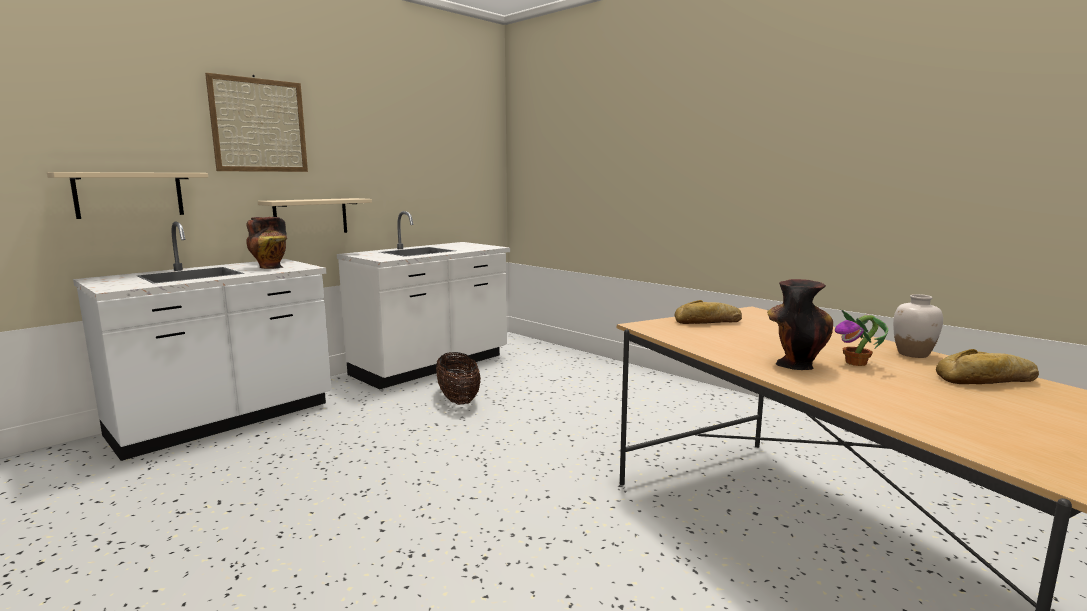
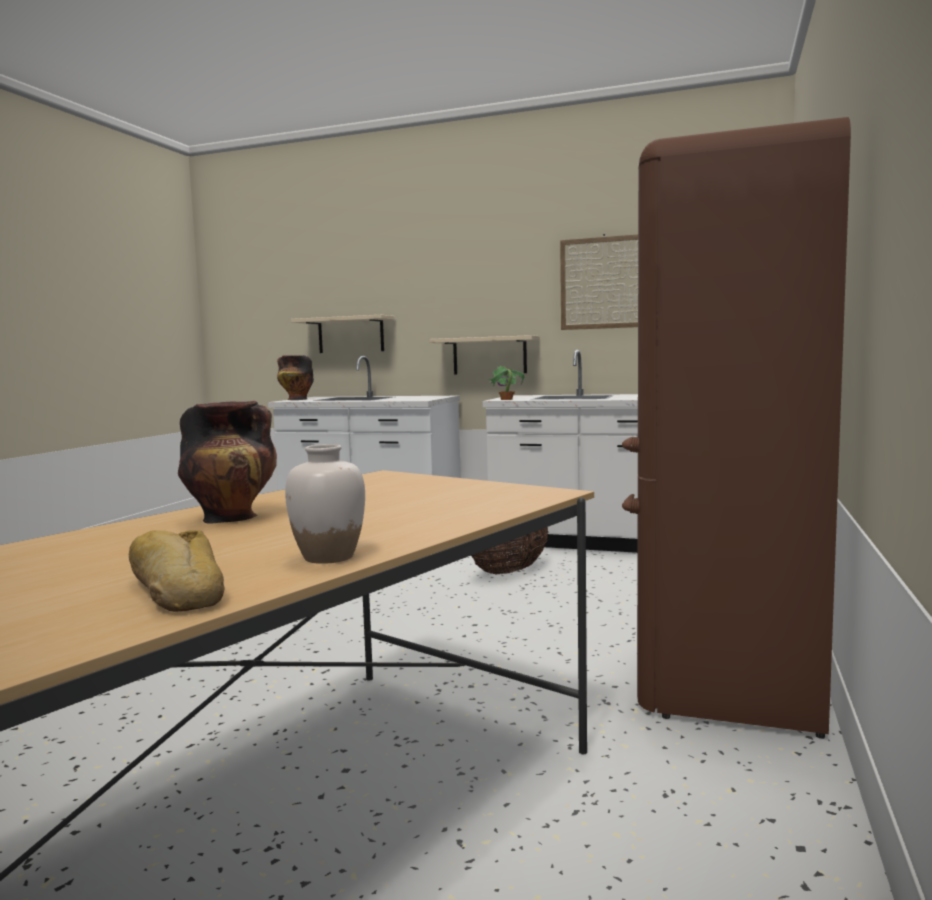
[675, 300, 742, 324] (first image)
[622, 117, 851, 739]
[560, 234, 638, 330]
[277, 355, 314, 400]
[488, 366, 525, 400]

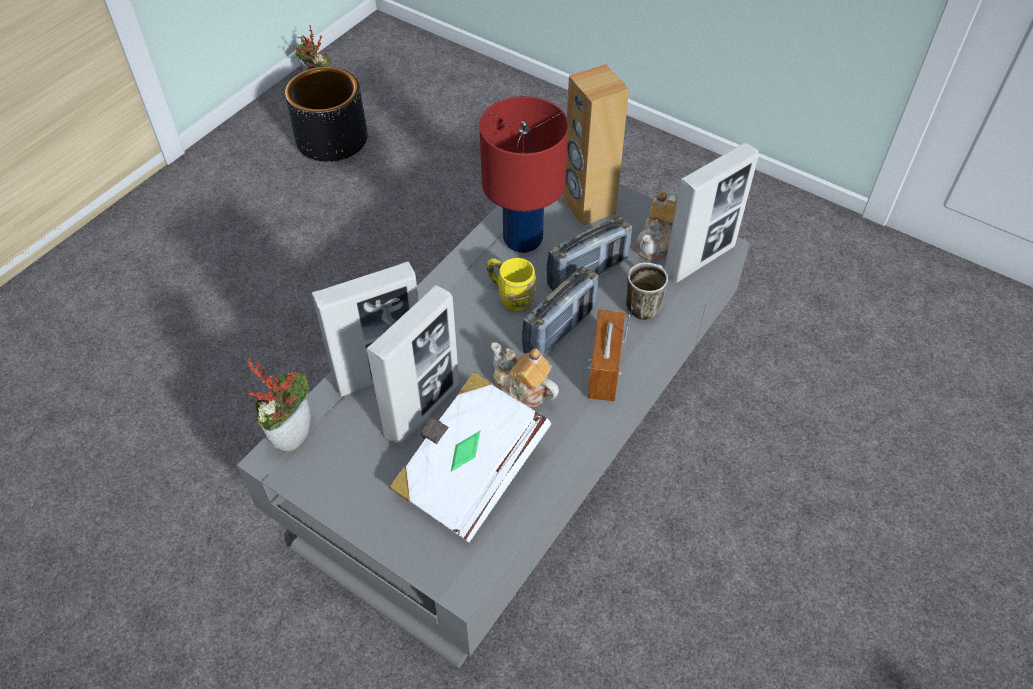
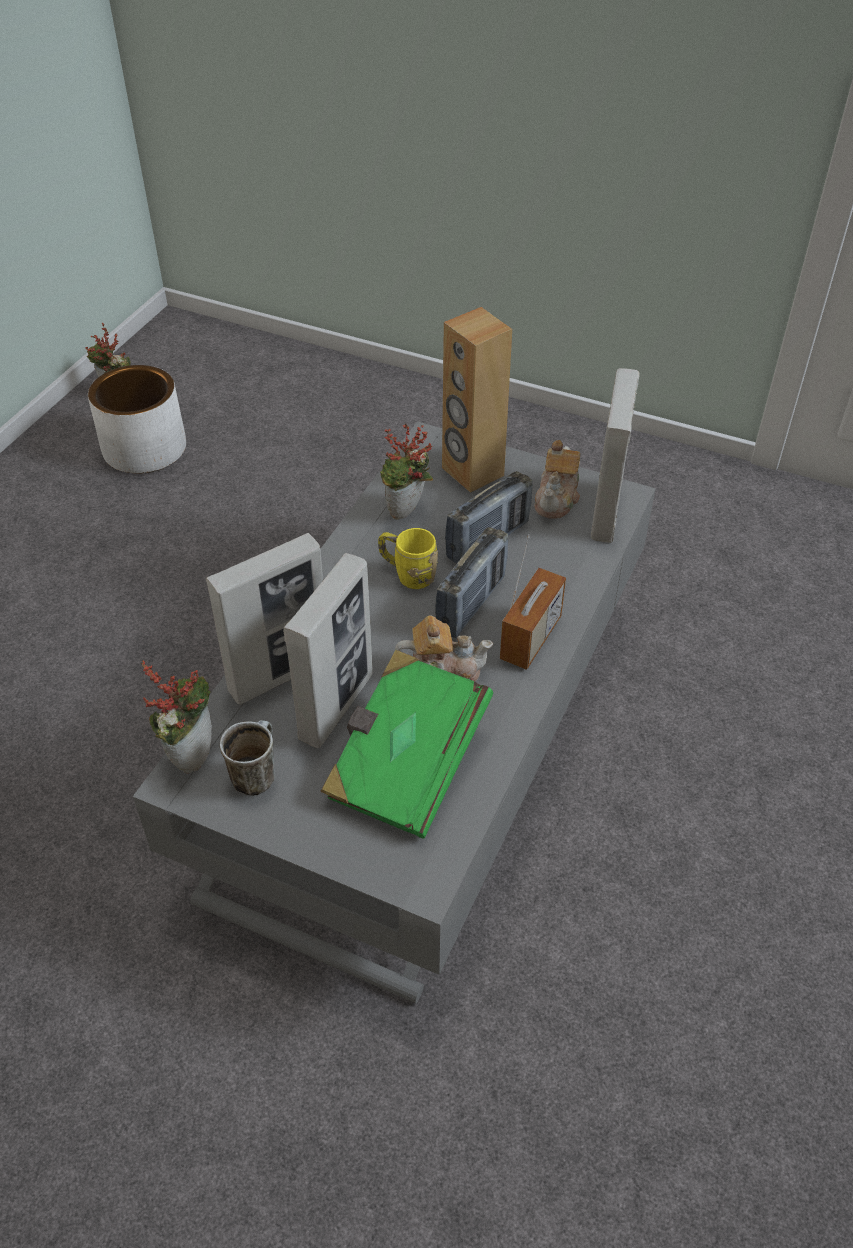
[220, 720, 276, 796]
[380, 423, 433, 520]
[88, 365, 186, 474]
[320, 650, 493, 839]
[395, 616, 493, 681]
[500, 535, 566, 670]
[591, 368, 640, 543]

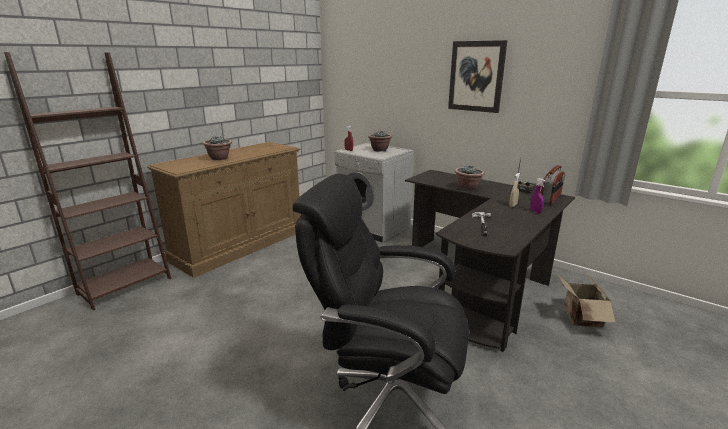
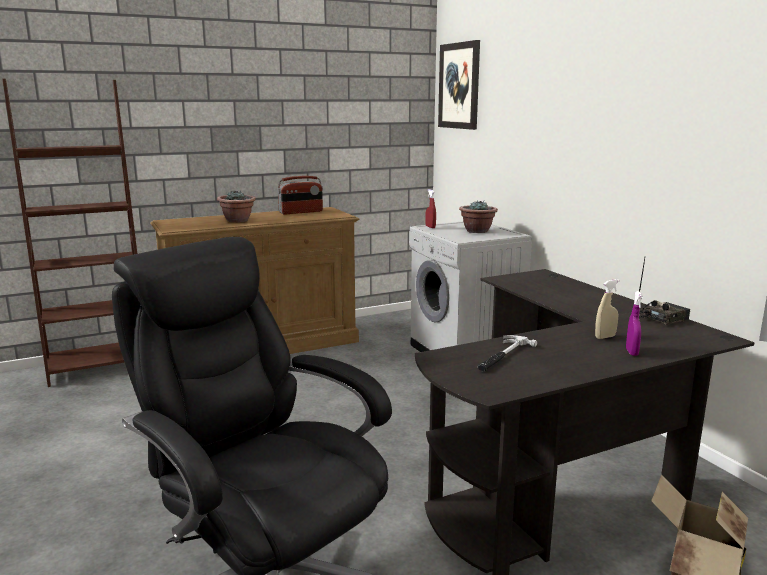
[455, 165, 485, 191] (first image)
[438, 40, 480, 130]
[277, 176, 323, 215]

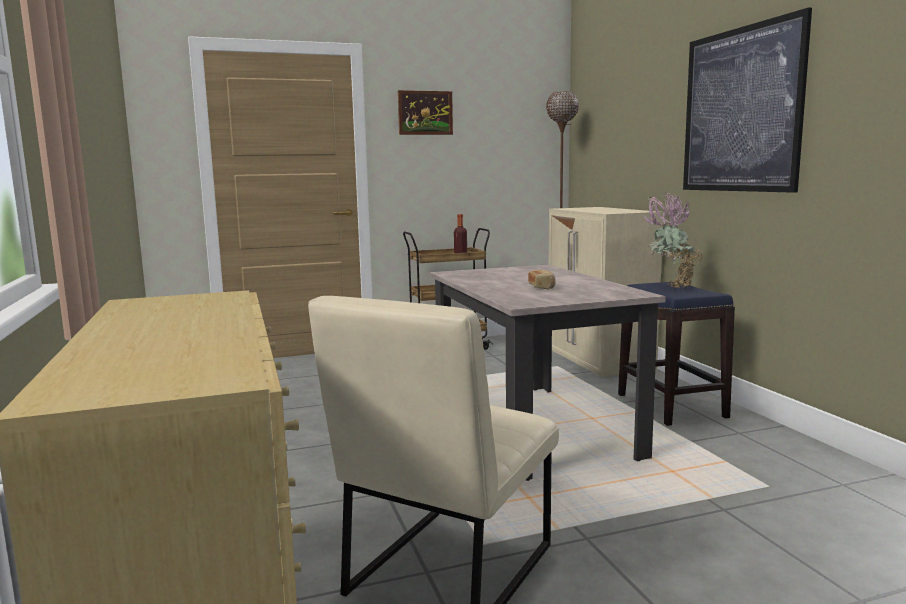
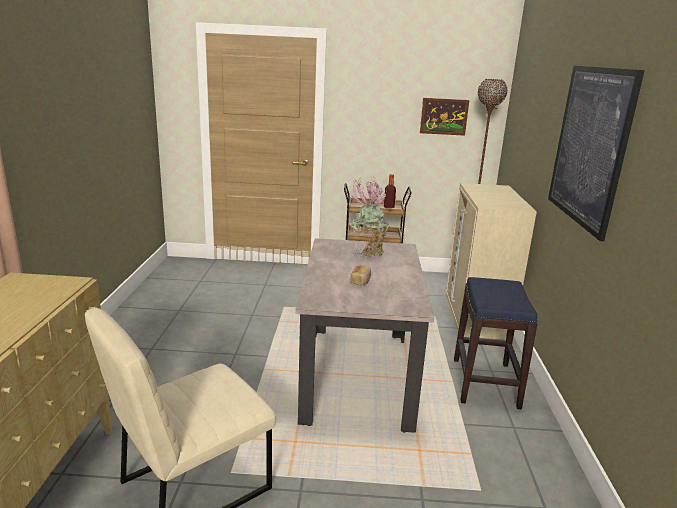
[420, 98, 469, 136]
[349, 177, 390, 258]

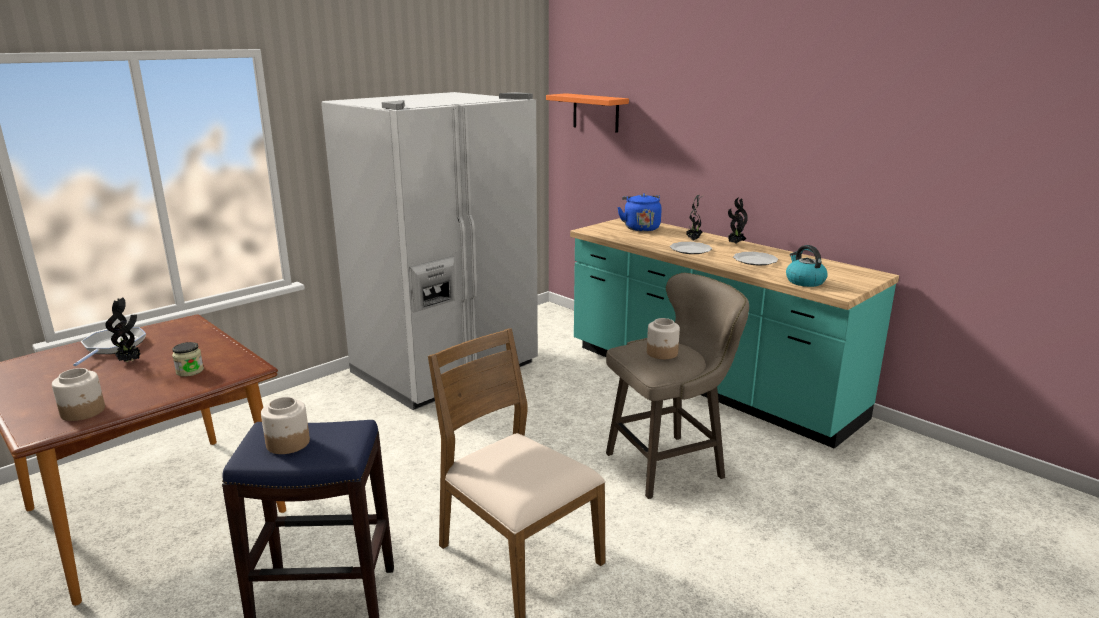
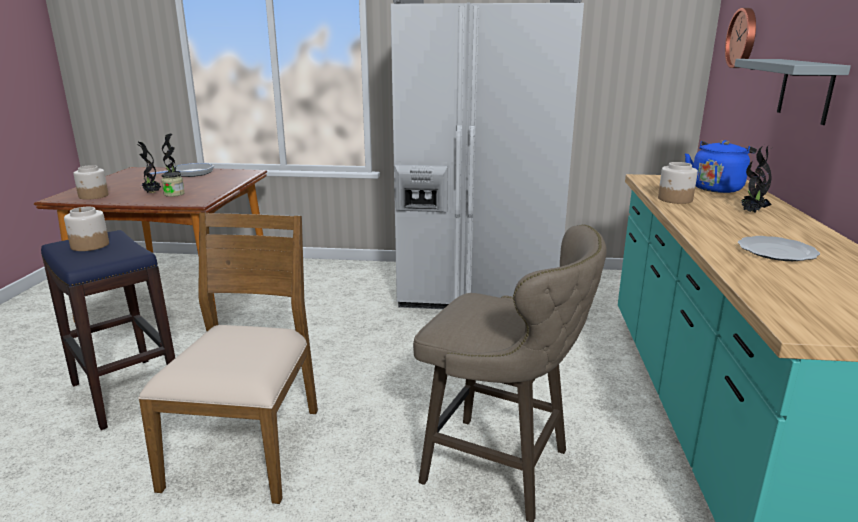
[670, 242, 712, 254] (first image)
[786, 245, 828, 287] (first image)
[734, 59, 851, 125]
[658, 162, 698, 204]
[137, 142, 161, 193]
[725, 8, 756, 68]

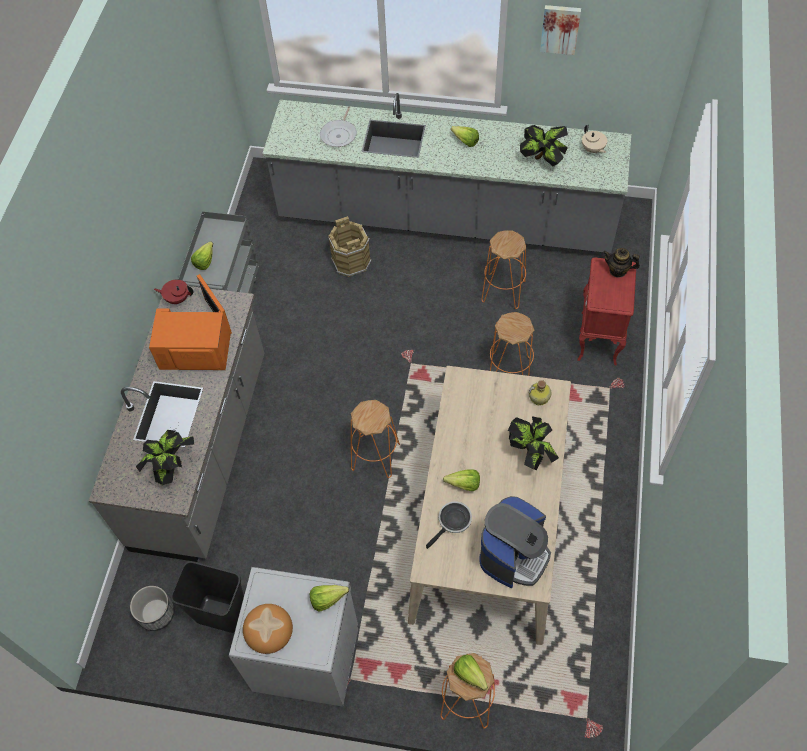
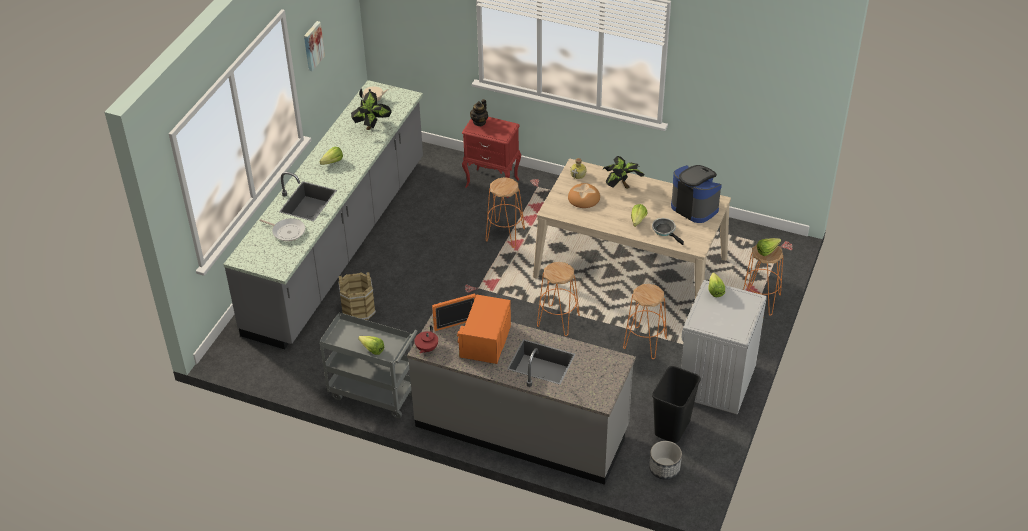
[136, 430, 194, 485] (first image)
[568, 183, 600, 208]
[623, 284, 667, 359]

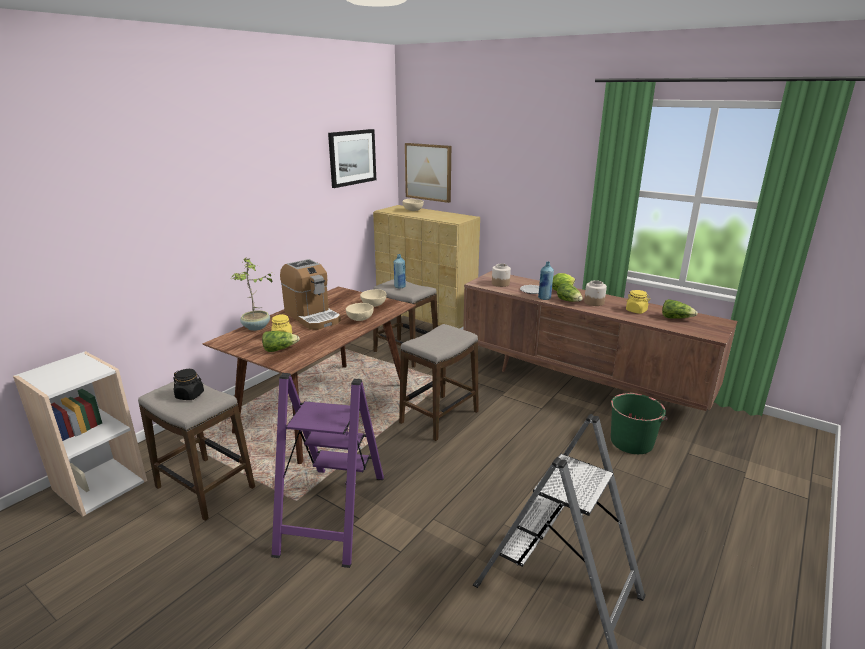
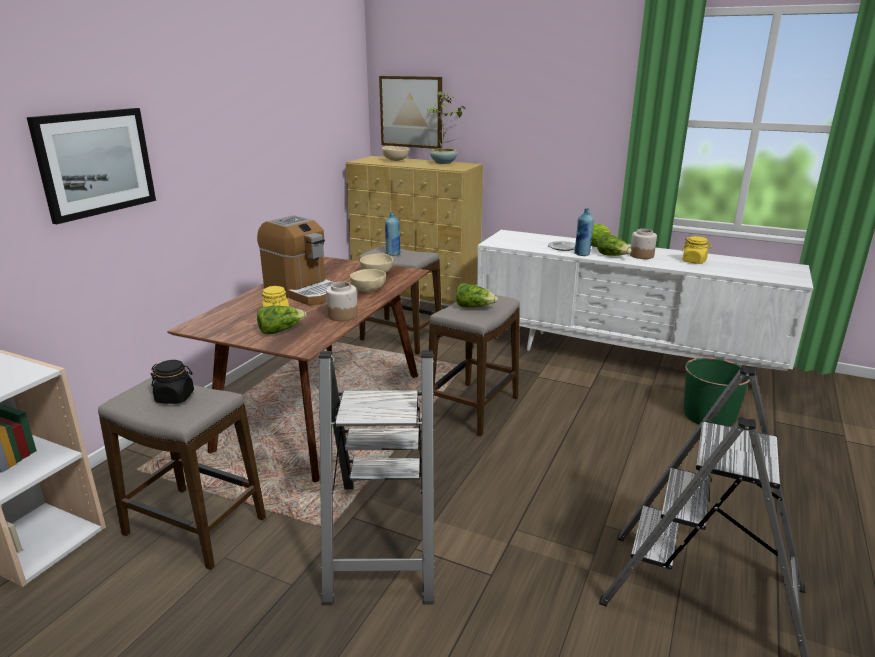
[426, 91, 466, 164]
[27, 108, 156, 224]
[326, 282, 358, 321]
[456, 283, 498, 308]
[319, 351, 435, 605]
[477, 230, 813, 371]

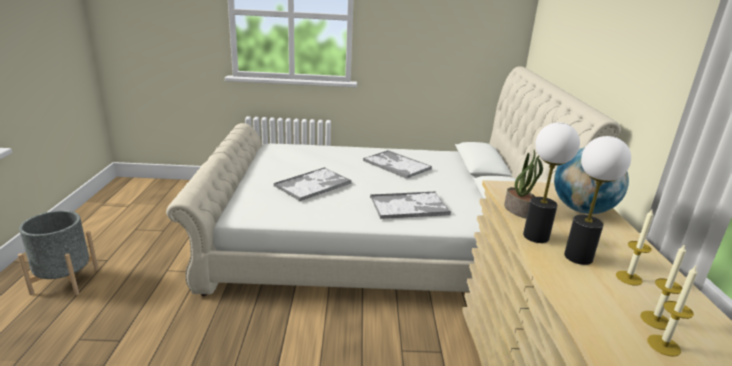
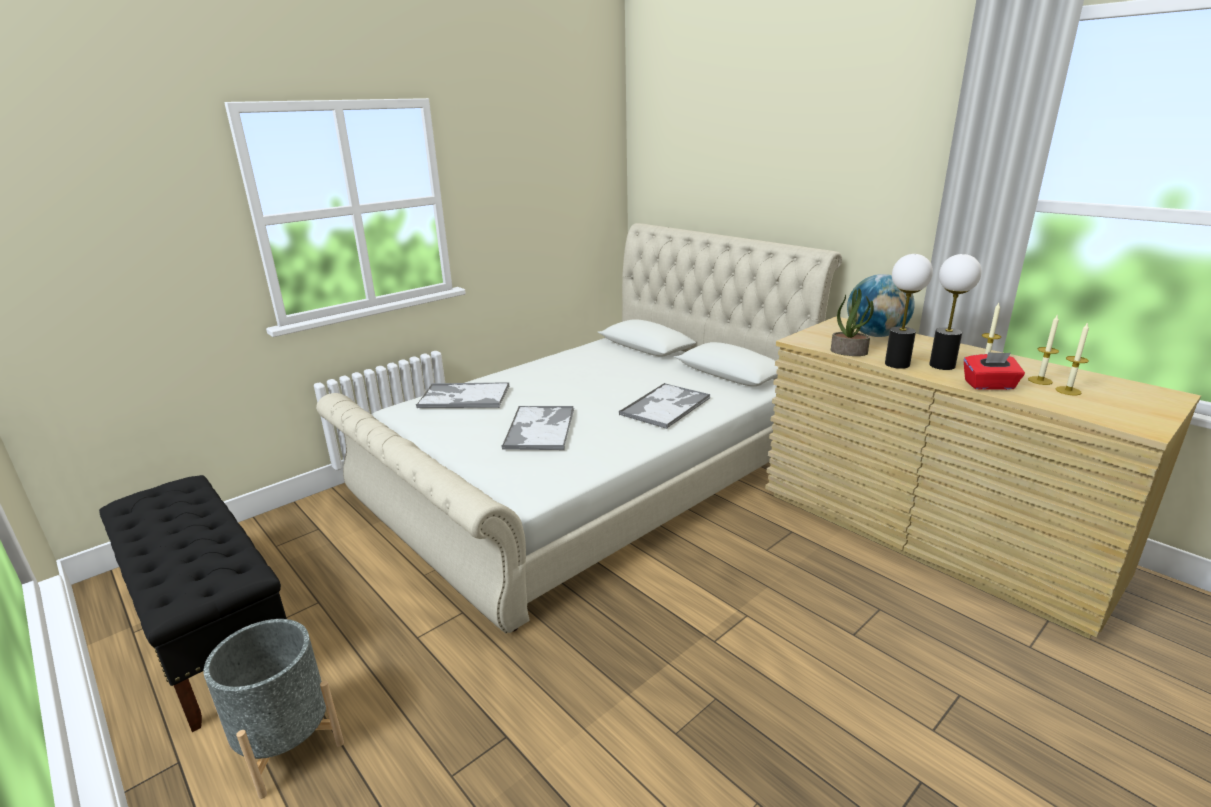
[99, 475, 287, 732]
[964, 352, 1025, 390]
[416, 382, 509, 408]

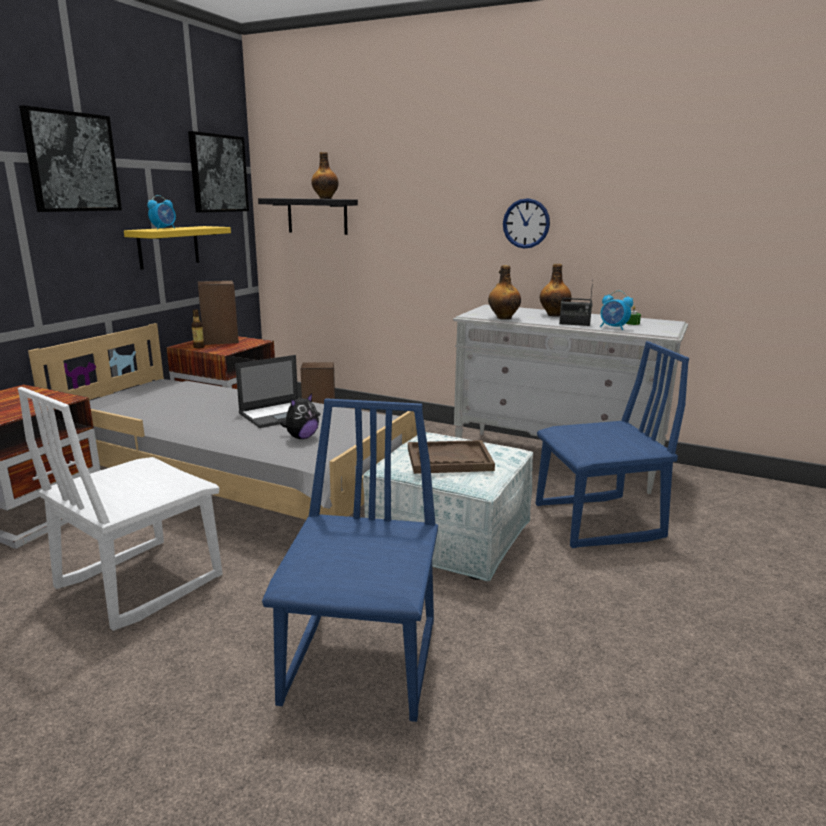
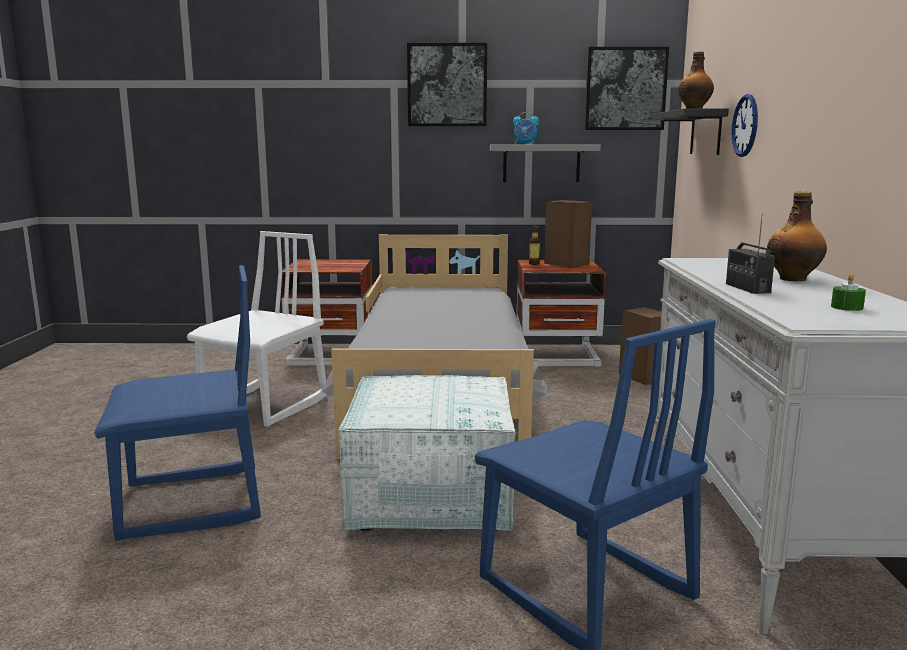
[235, 355, 320, 428] (first image)
[280, 393, 319, 439] (first image)
[408, 440, 495, 474] (first image)
[488, 265, 521, 320] (first image)
[600, 290, 633, 330] (first image)
[732, 94, 758, 157]
[490, 145, 601, 182]
[187, 231, 327, 427]

